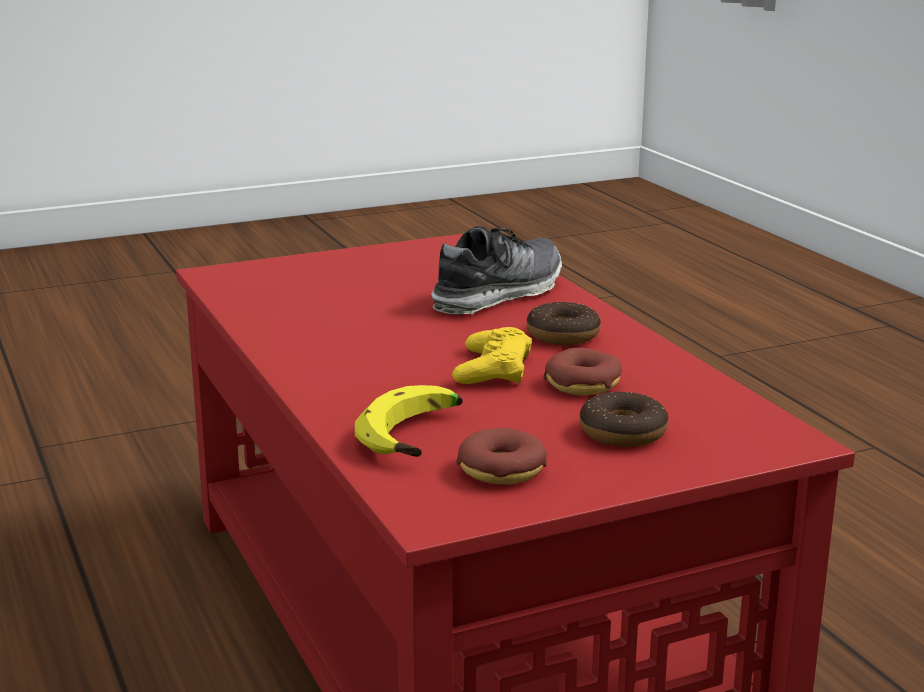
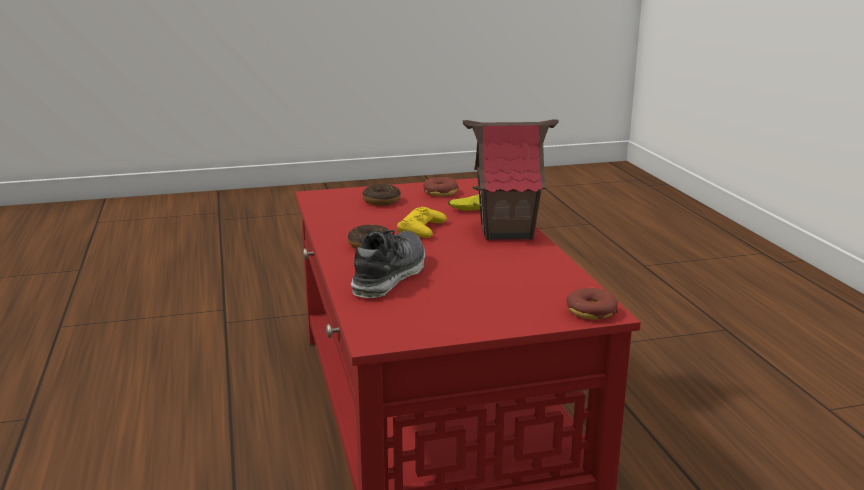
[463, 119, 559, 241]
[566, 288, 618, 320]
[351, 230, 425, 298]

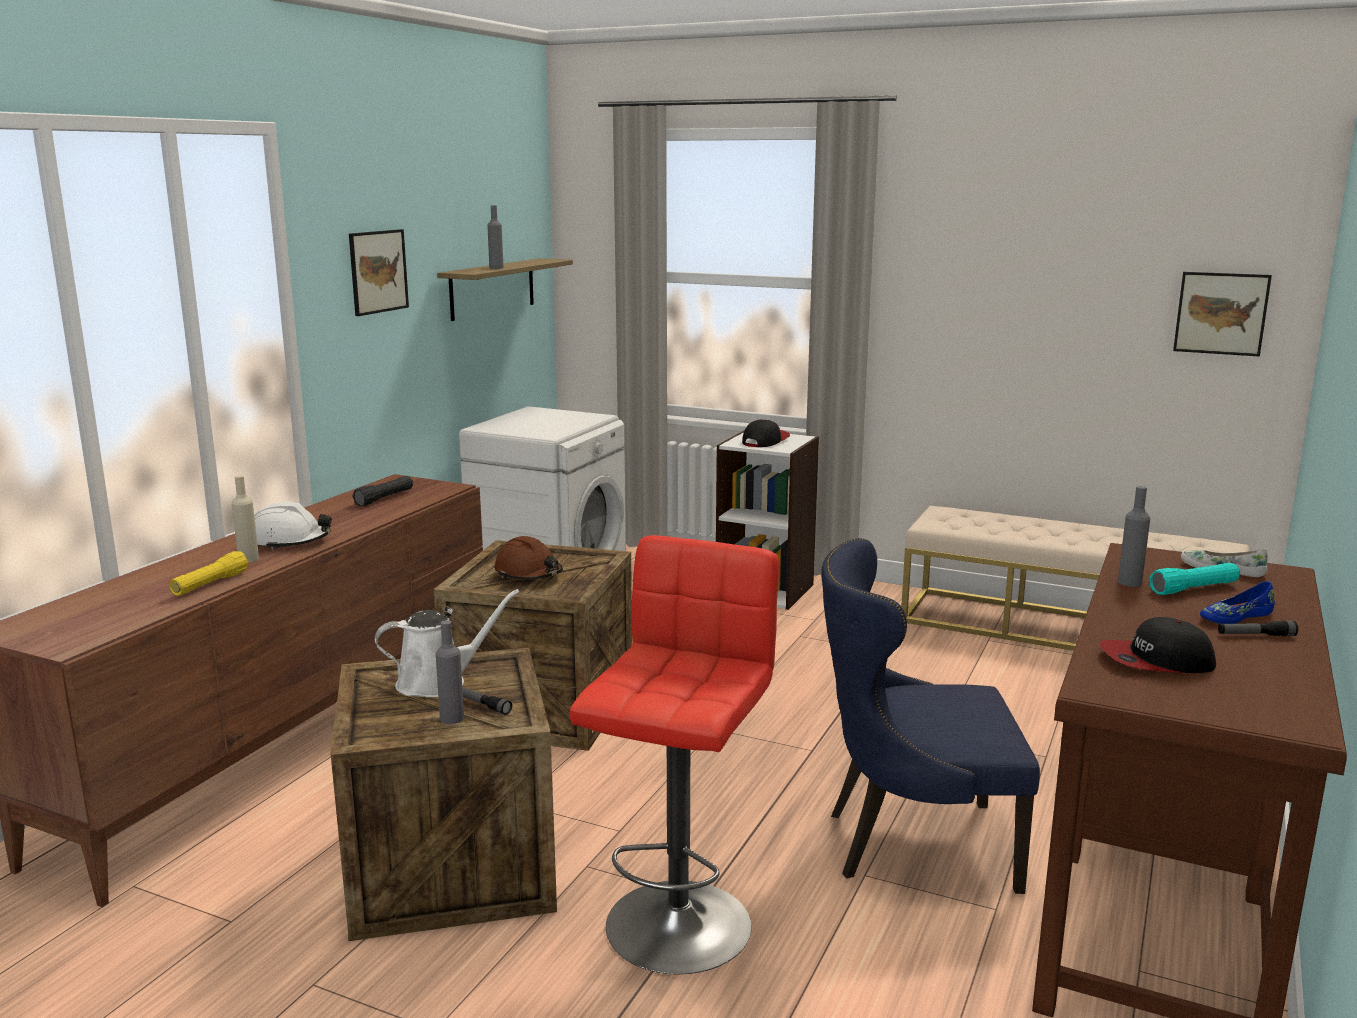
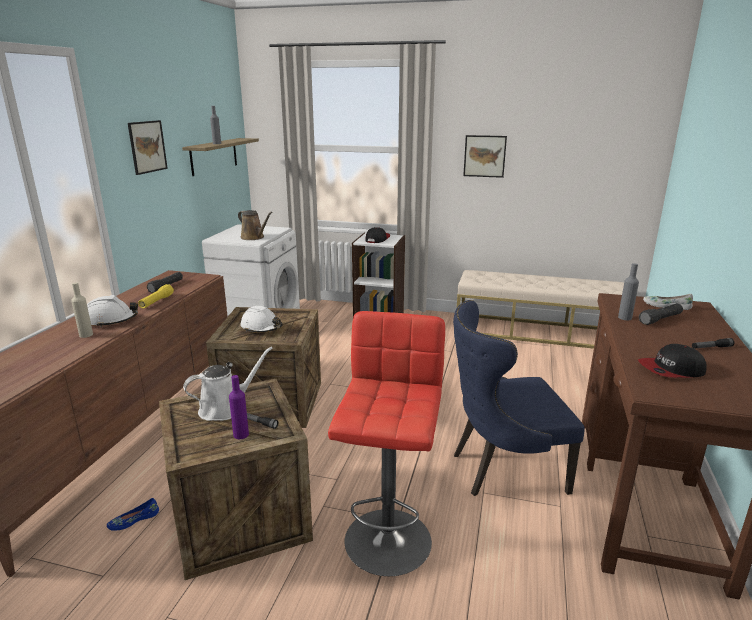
[238, 210, 273, 240]
[138, 284, 174, 308]
[463, 135, 507, 178]
[107, 498, 159, 531]
[229, 375, 249, 439]
[240, 306, 283, 333]
[639, 303, 683, 325]

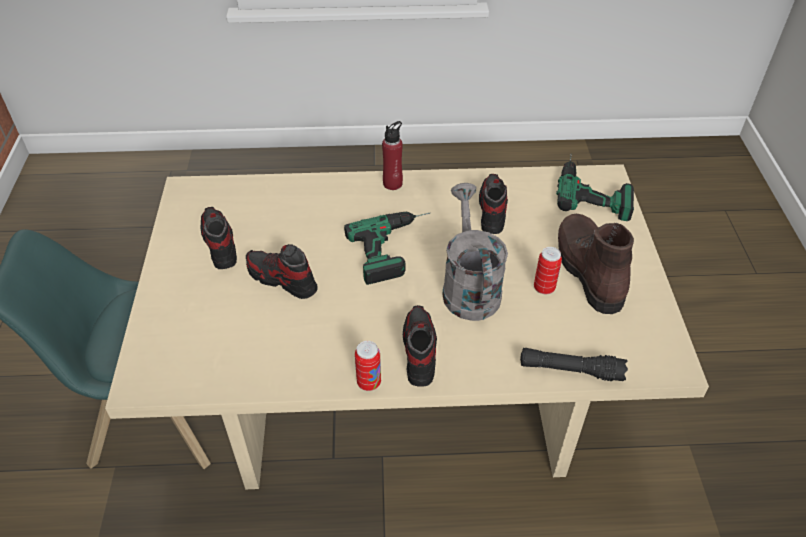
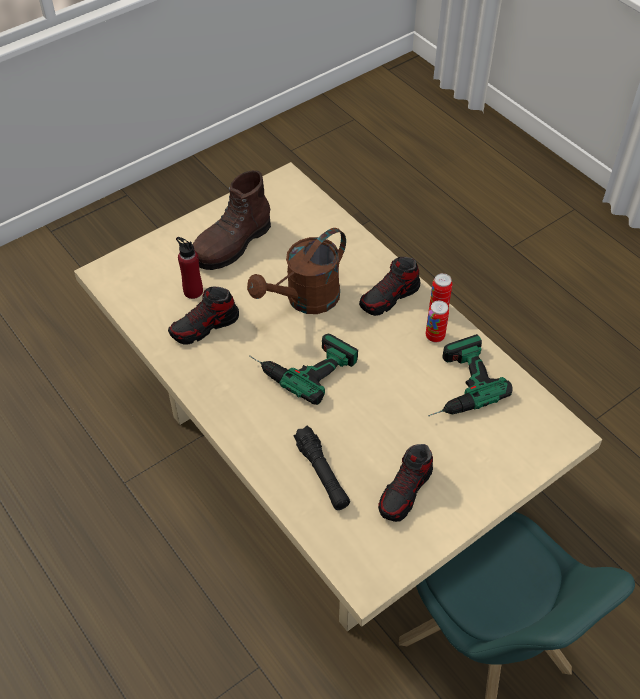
[246, 244, 318, 299] (first image)
[176, 237, 203, 299]
[293, 426, 350, 510]
[426, 301, 449, 342]
[428, 334, 512, 416]
[247, 228, 346, 314]

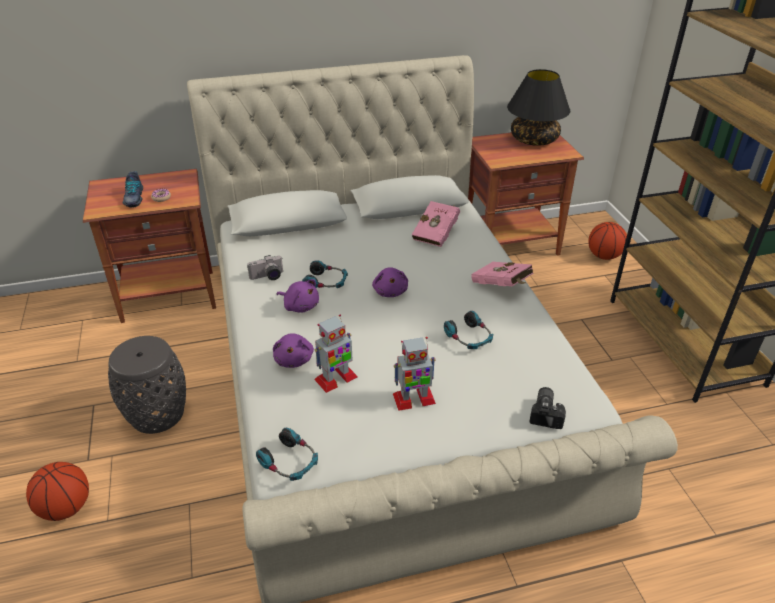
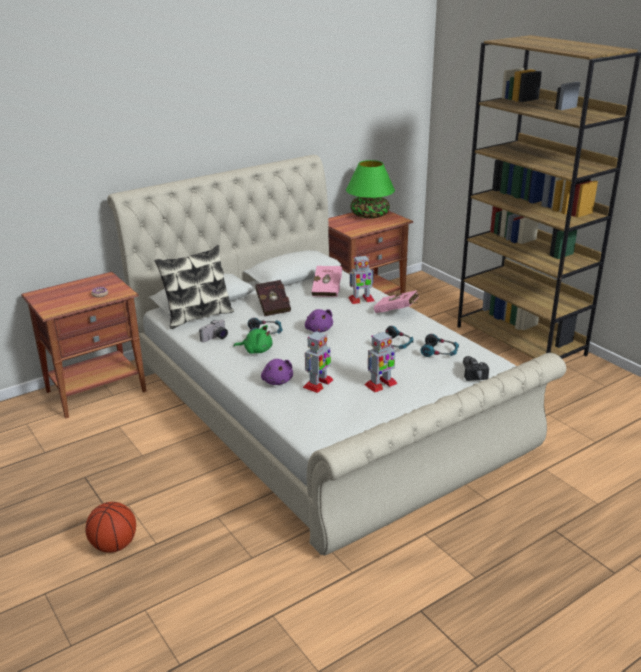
[108, 336, 186, 434] (first image)
[123, 171, 143, 208] (first image)
[588, 222, 627, 260] (first image)
[154, 245, 234, 329]
[255, 280, 291, 316]
[349, 255, 375, 304]
[421, 334, 459, 357]
[233, 325, 273, 354]
[346, 160, 395, 218]

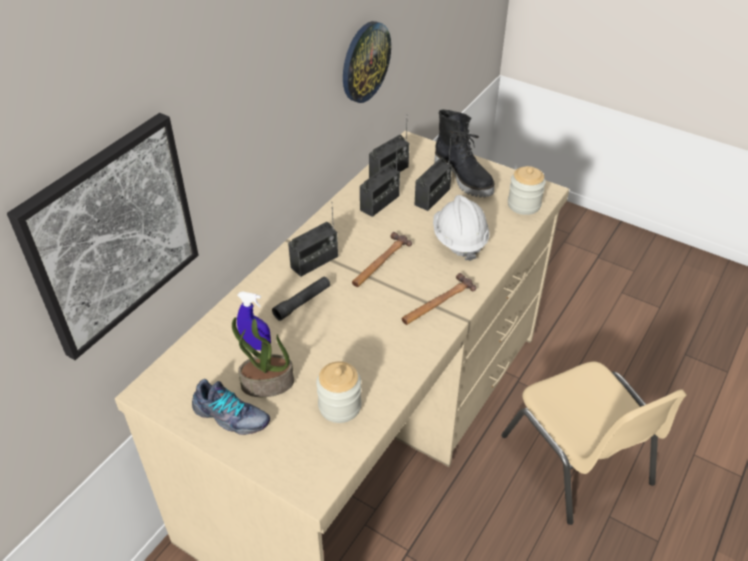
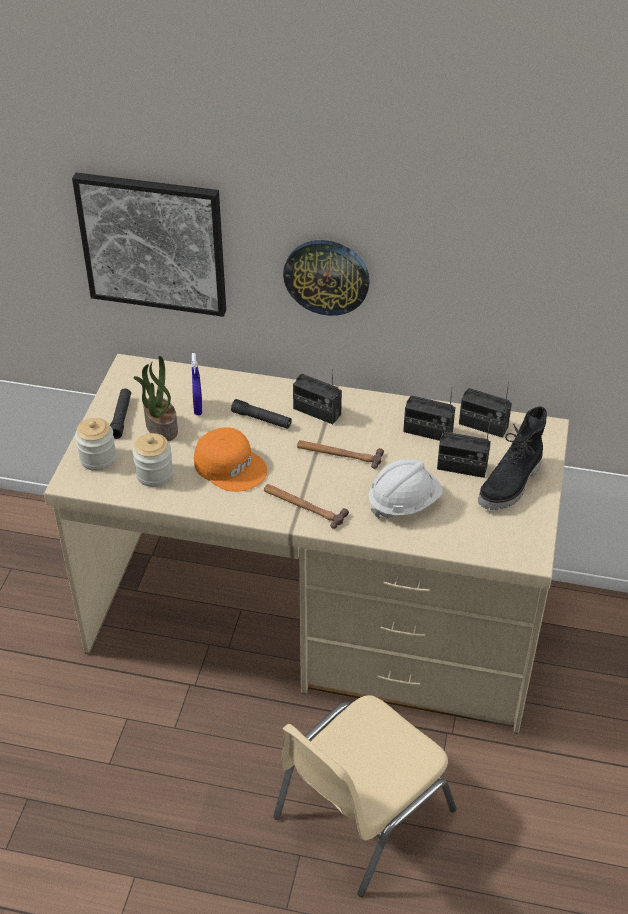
[194, 427, 268, 492]
[283, 240, 370, 316]
[75, 418, 117, 471]
[110, 388, 131, 439]

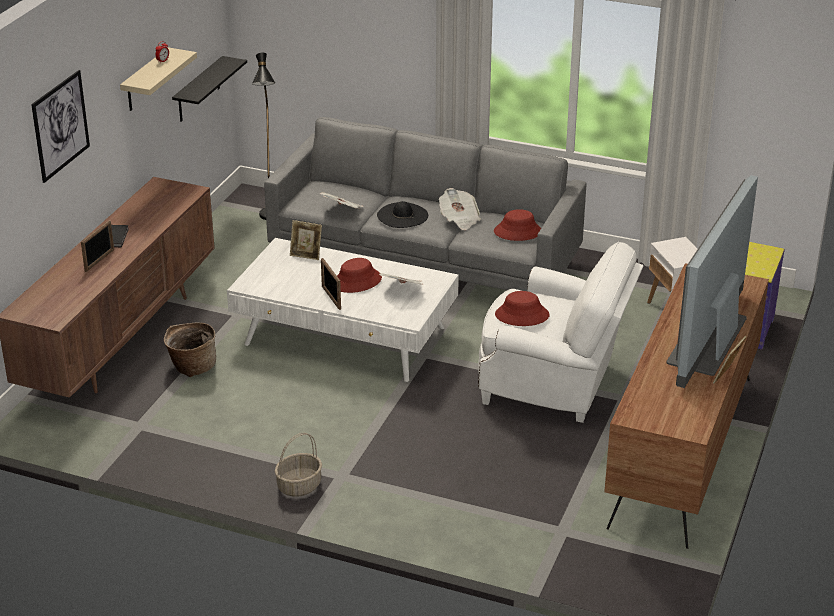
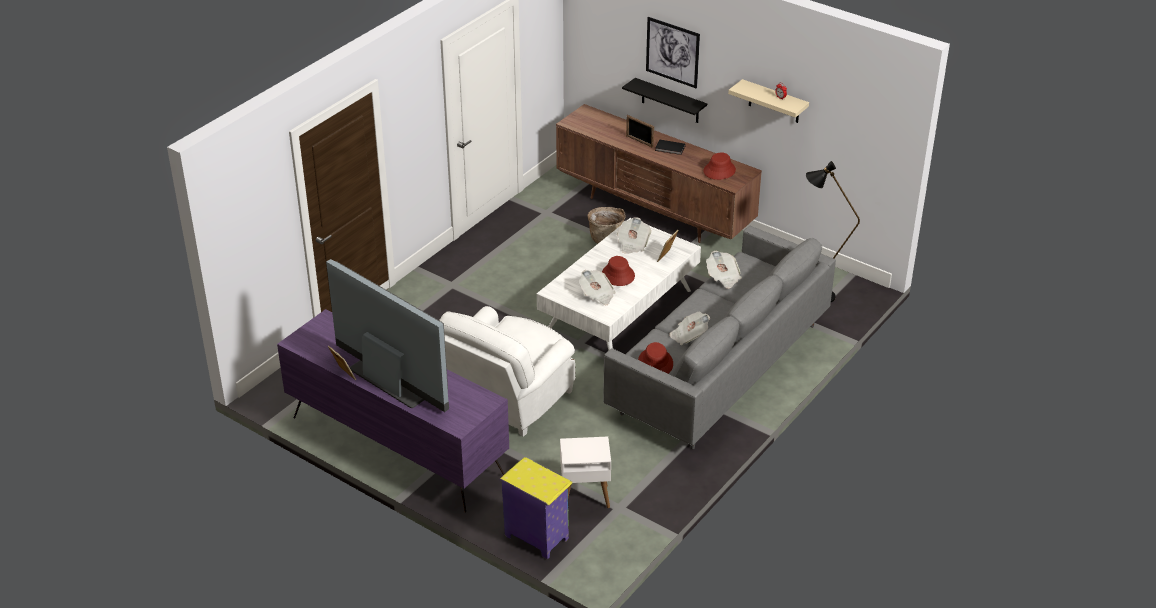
[275, 433, 322, 497] (first image)
[321, 258, 341, 310] (first image)
[377, 201, 428, 228] (first image)
[617, 217, 651, 254]
[622, 78, 707, 123]
[704, 152, 736, 180]
[277, 309, 509, 513]

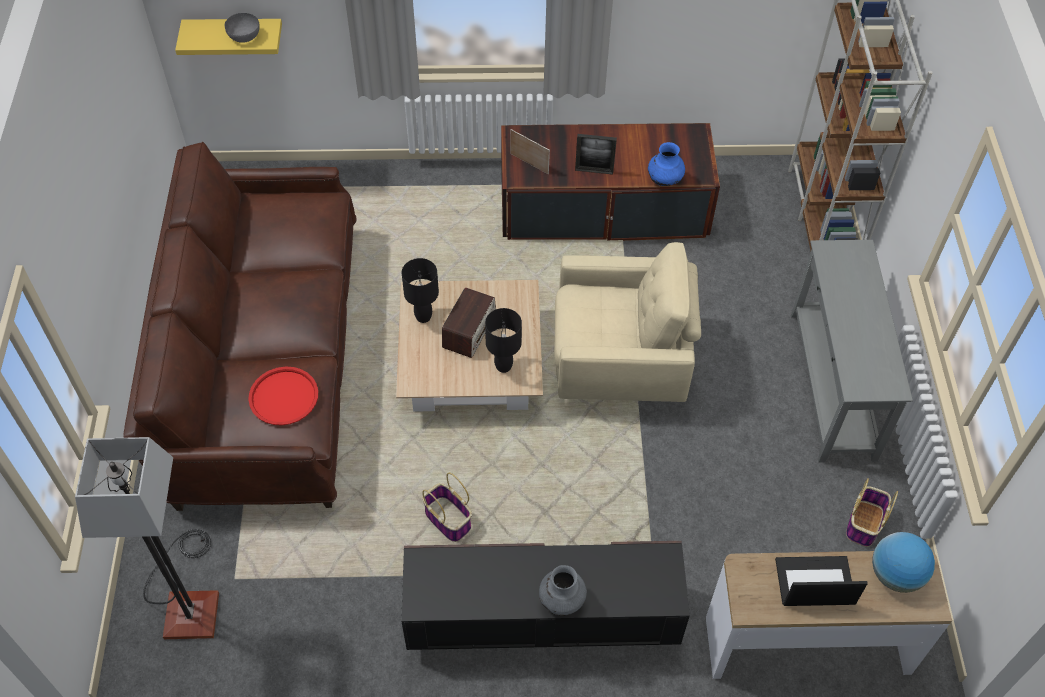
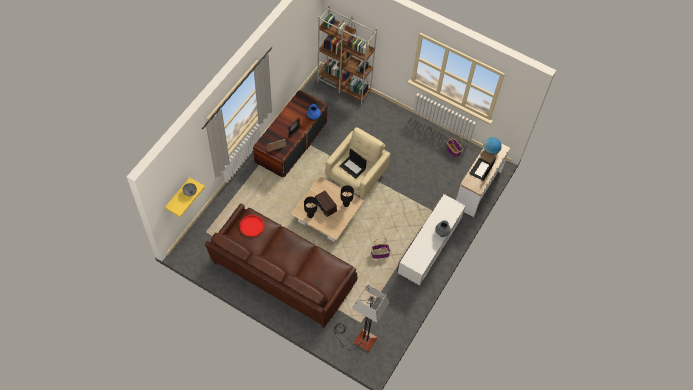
[791, 240, 913, 463] (first image)
[340, 148, 367, 179]
[240, 215, 264, 237]
[397, 194, 466, 285]

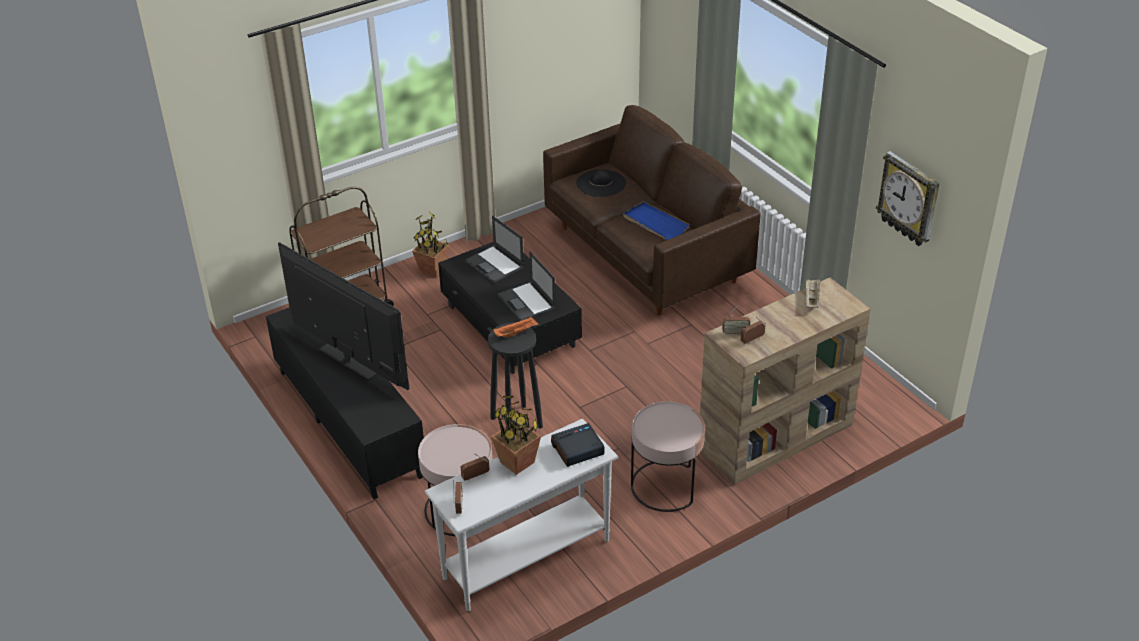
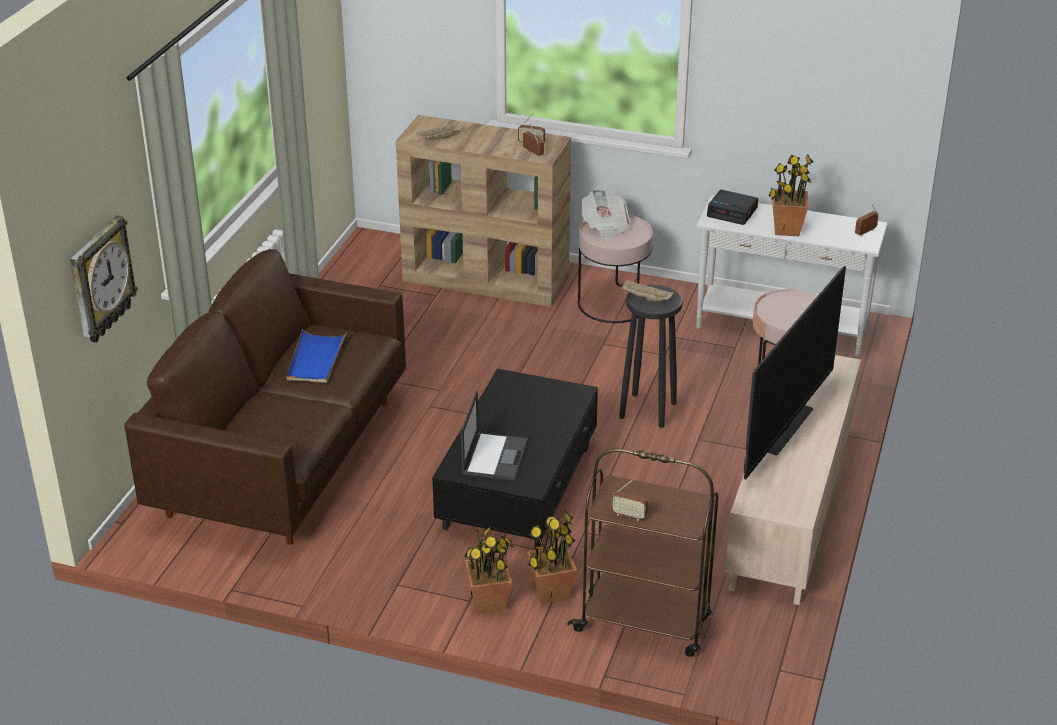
[498, 251, 556, 321] (first image)
[576, 169, 626, 197] (first image)
[526, 511, 577, 604]
[581, 189, 630, 240]
[611, 479, 648, 521]
[70, 215, 138, 343]
[725, 355, 861, 605]
[622, 280, 674, 302]
[744, 266, 846, 479]

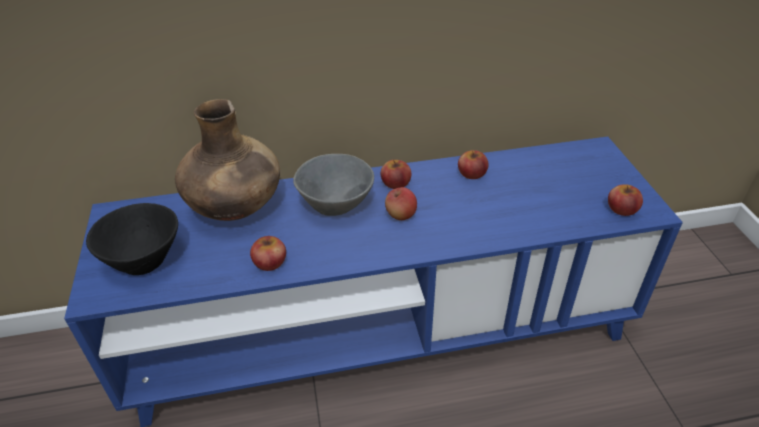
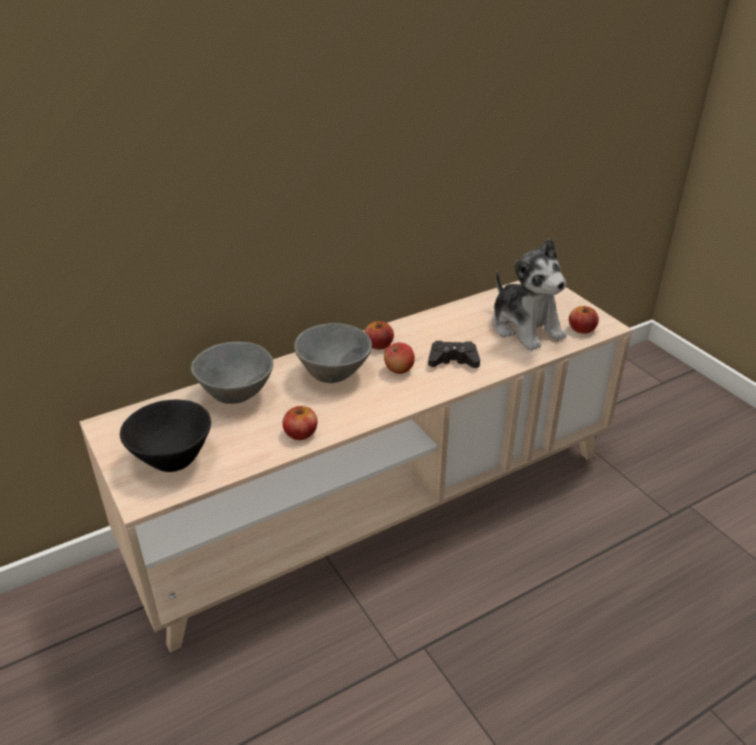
[458, 150, 489, 179] (first image)
[428, 341, 480, 368]
[492, 238, 567, 351]
[191, 342, 273, 404]
[80, 281, 633, 653]

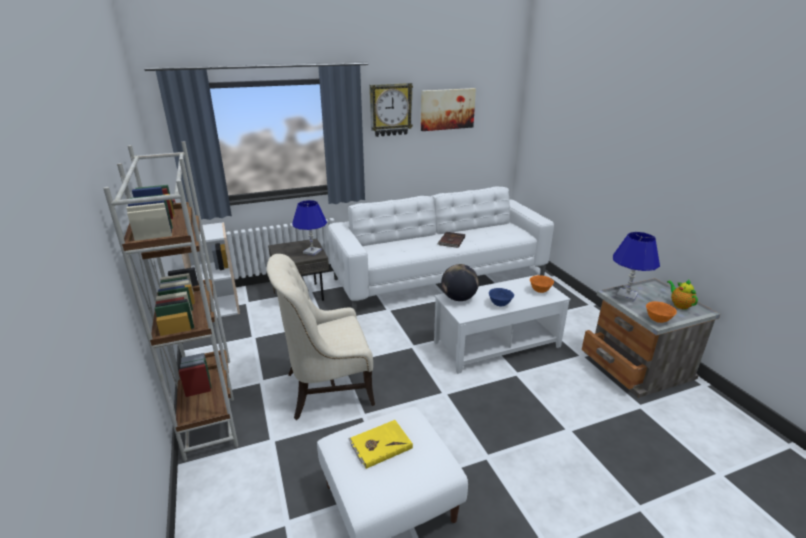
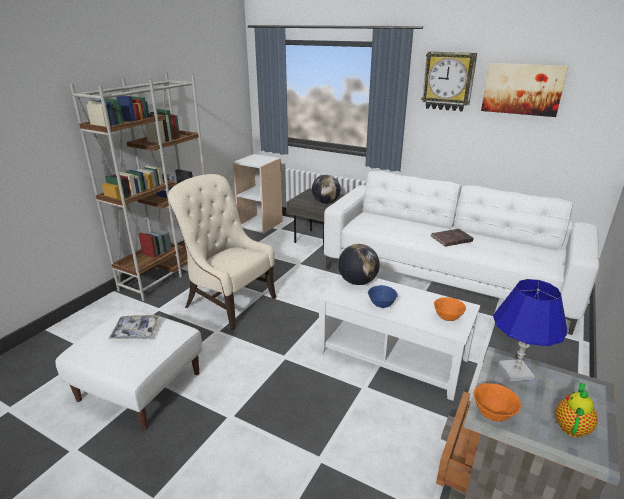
[312, 175, 340, 204]
[108, 315, 160, 339]

